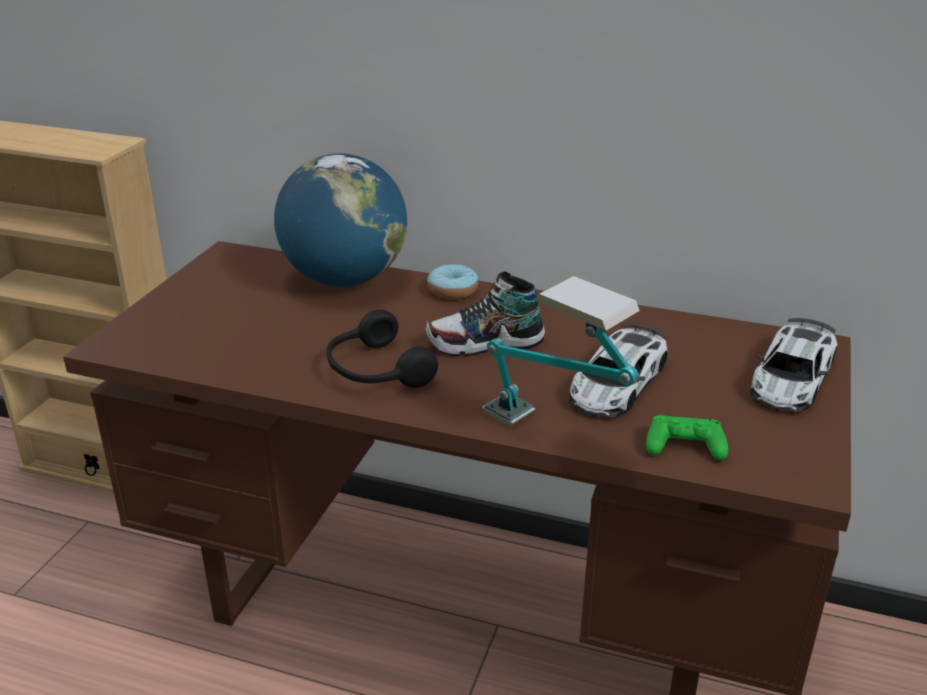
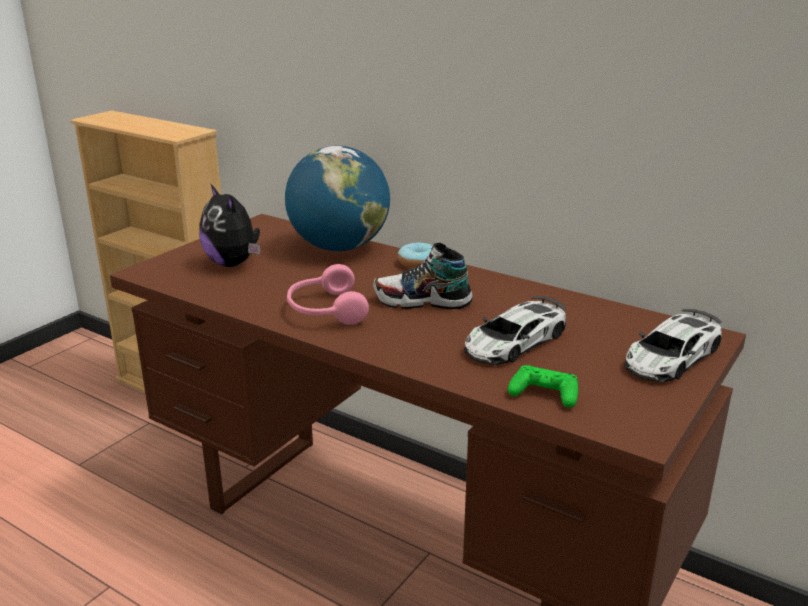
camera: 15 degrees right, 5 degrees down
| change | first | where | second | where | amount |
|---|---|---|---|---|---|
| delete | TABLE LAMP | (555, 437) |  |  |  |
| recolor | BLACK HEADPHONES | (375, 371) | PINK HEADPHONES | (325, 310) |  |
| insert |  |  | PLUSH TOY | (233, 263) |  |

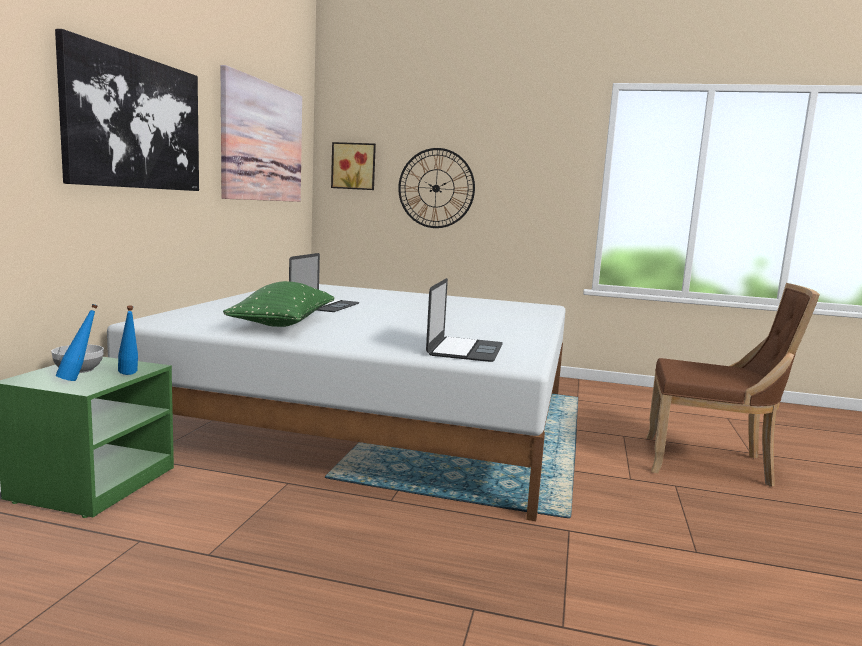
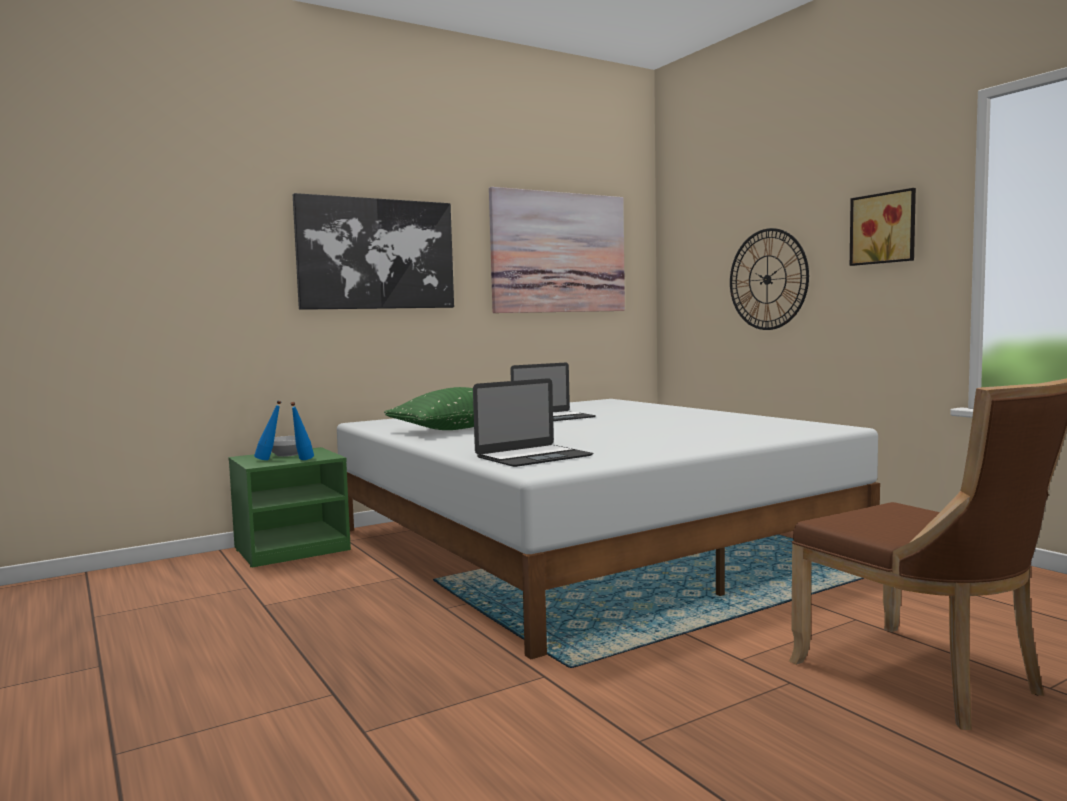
camera: 45 degrees right, 5 degrees down
| change | first | where | second | where | amount |
|---|---|---|---|---|---|
| move | PICTURE | (354, 166) |  | (884, 228) |  |

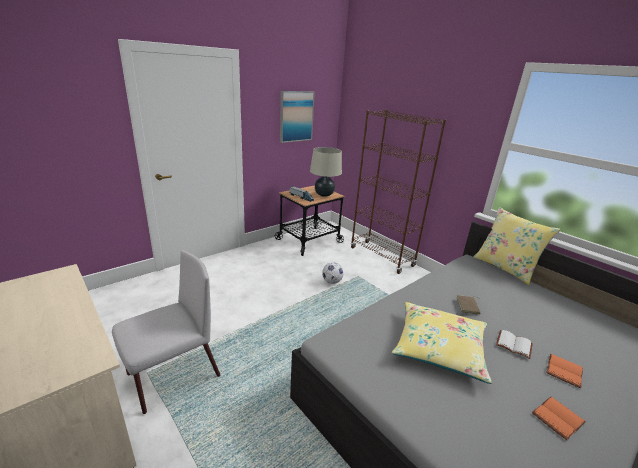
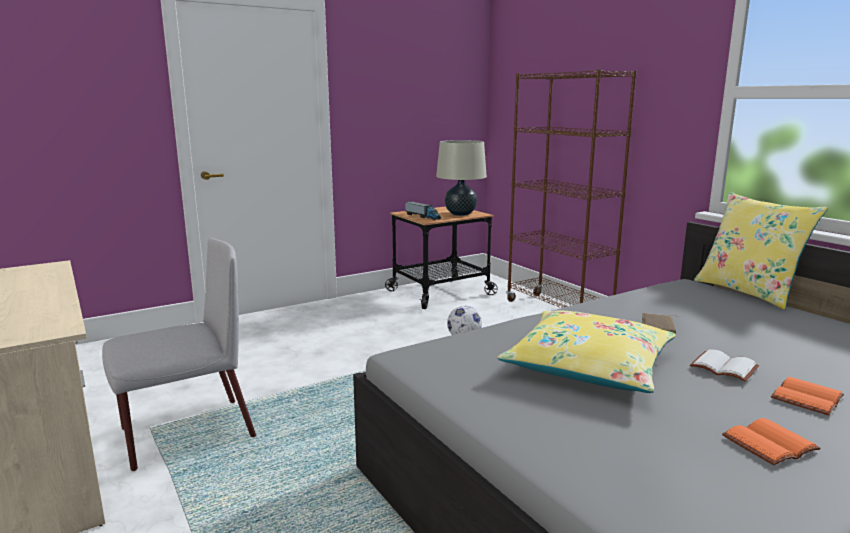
camera: 10 degrees right, 10 degrees down
| change | first | where | second | where | amount |
|---|---|---|---|---|---|
| delete | PICTURE | (296, 116) |  |  |  |

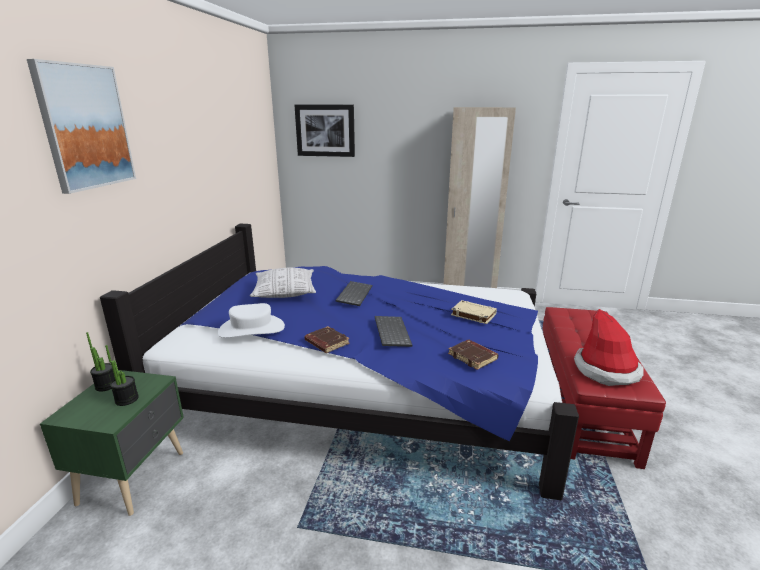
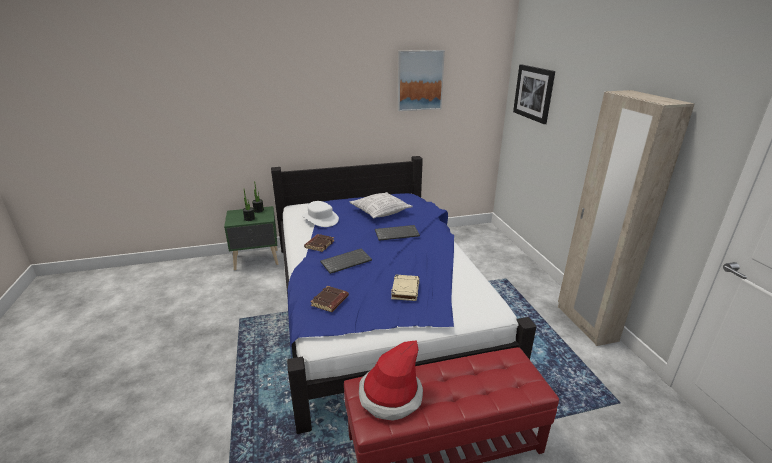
camera: 65 degrees right, 5 degrees up
| change | first | where | second | where | amount |
|---|---|---|---|---|---|
| move | PICTURE | (85, 127) |  | (420, 80) |  |

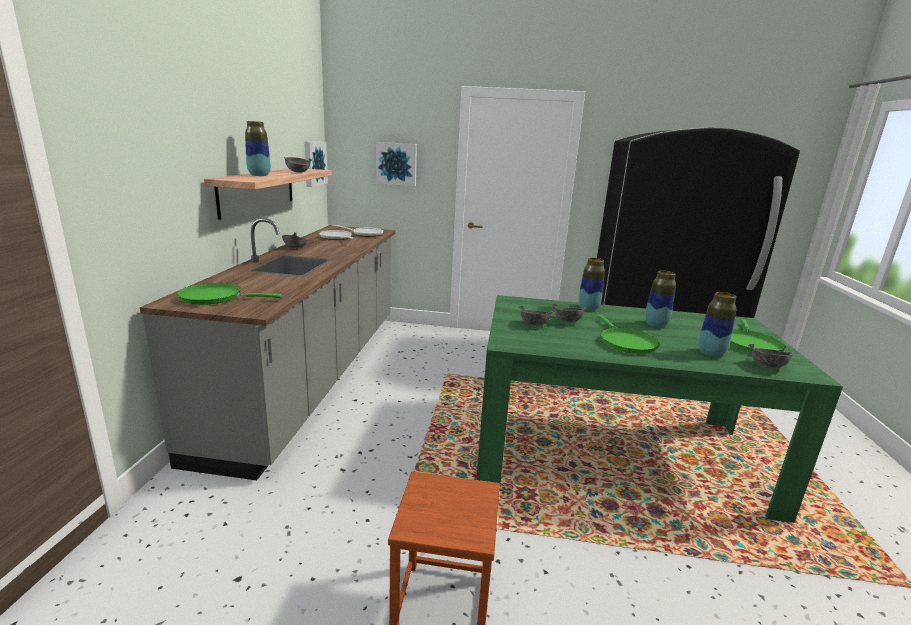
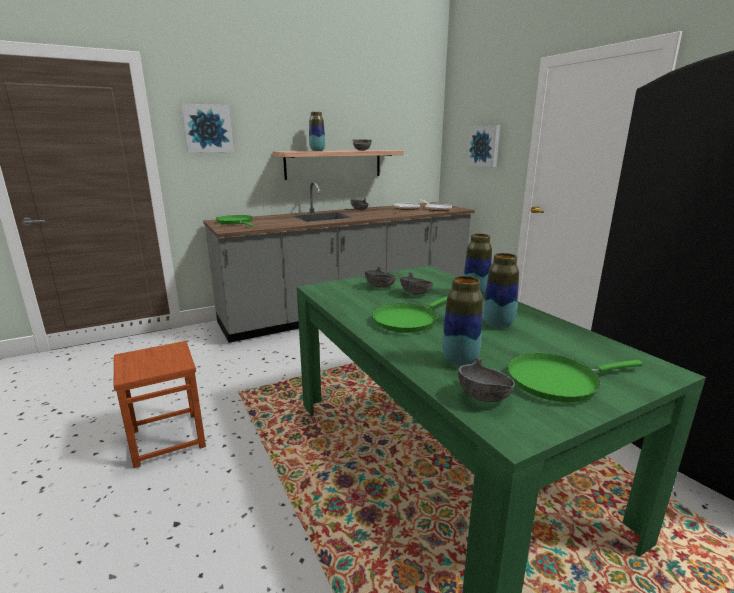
camera: 55 degrees right, 0 degrees up
| change | first | where | second | where | amount |
|---|---|---|---|---|---|
| move | PICTURE | (314, 163) |  | (207, 128) |  |

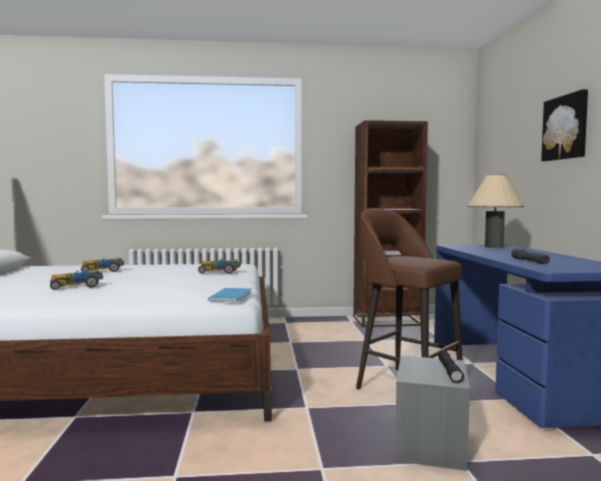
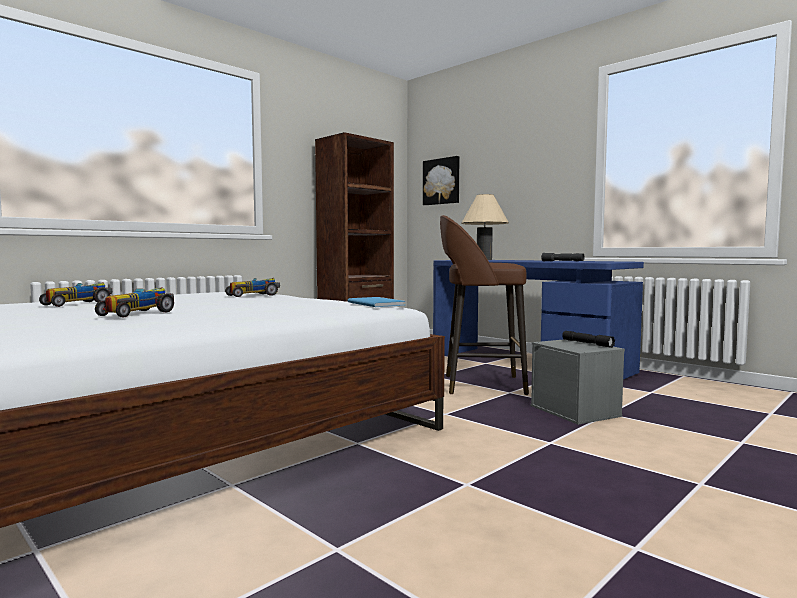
camera: 40 degrees left, 0 degrees up
| change | first | where | second | where | amount |
|---|---|---|---|---|---|
| move | PICTURE | (566, 127) |  | (442, 181) |  |

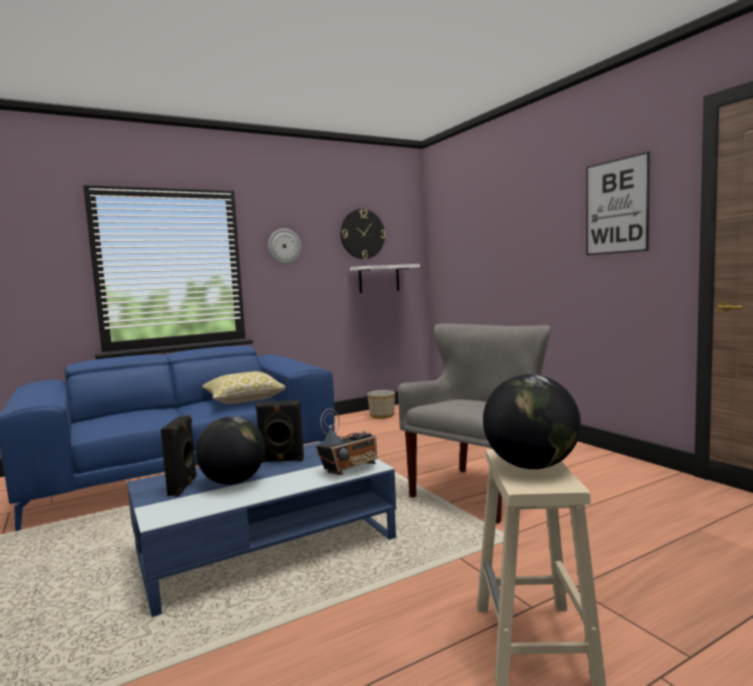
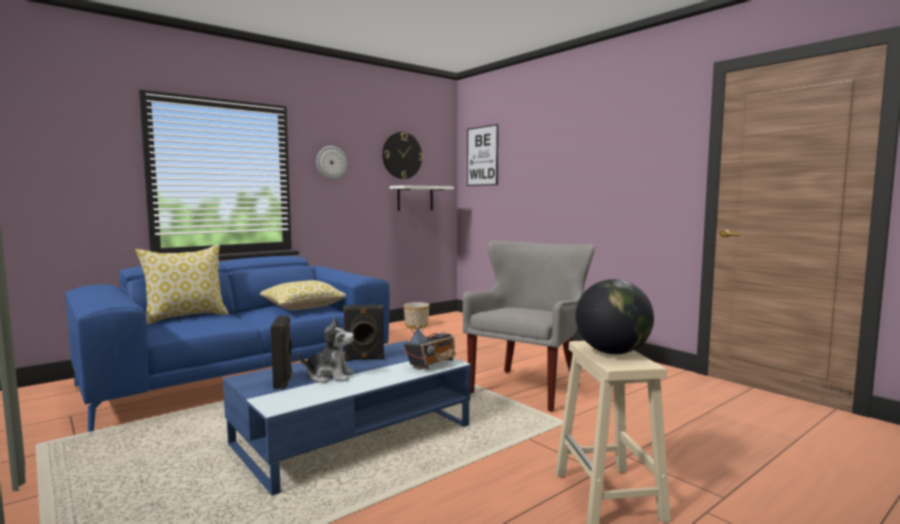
camera: 10 degrees left, 0 degrees up
| change | first | where | second | where | amount |
|---|---|---|---|---|---|
| move | PICTURE | (616, 206) |  | (482, 156) |  |
| replace | GLOBE | (233, 482) | PLUSH TOY | (329, 376) |  |
| insert |  |  | PILLOW | (186, 317) |  |

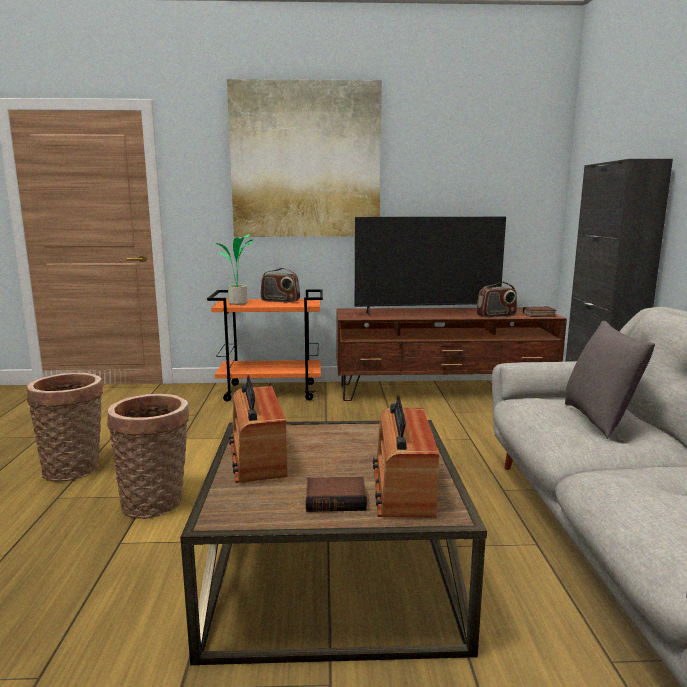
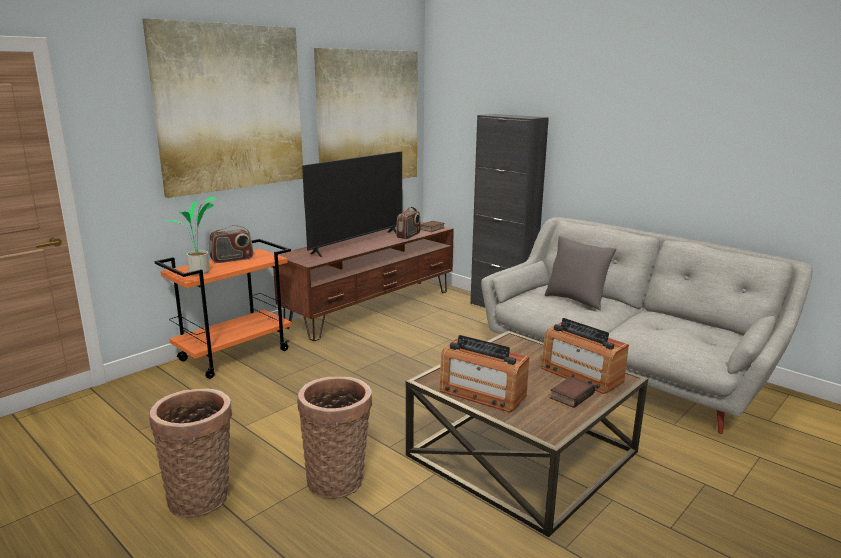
camera: 45 degrees left, 5 degrees up
| change | first | where | second | where | amount |
|---|---|---|---|---|---|
| insert |  |  | PICTURE | (368, 118) |  |

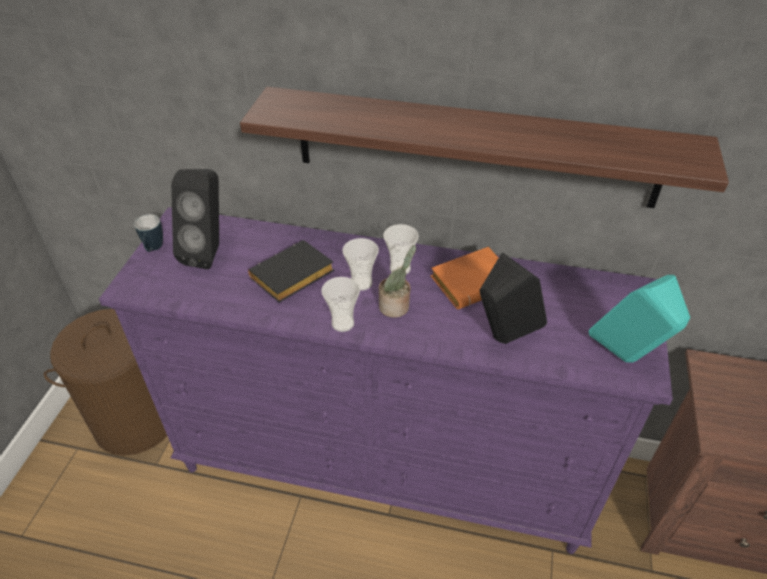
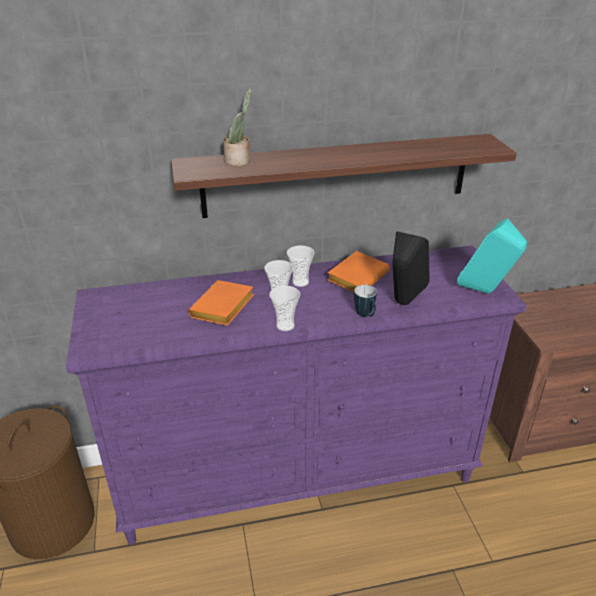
camera: 25 degrees left, 10 degrees down
| change | first | where | second | where | amount |
|---|---|---|---|---|---|
| delete | BLACK SPEAKER | (209, 252) |  |  |  |
| move | MUG | (153, 249) |  | (366, 316) |  |
| recolor | BLACK BOOK | (291, 278) | ORANGE BOOK | (223, 309) |  |
| move | POTTED PLANT | (396, 307) |  | (239, 161) |  |

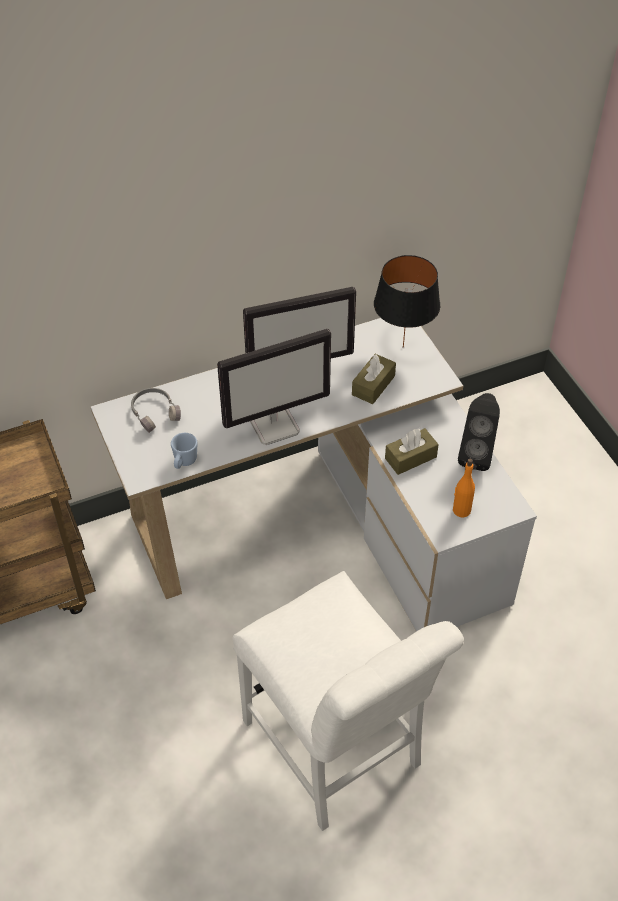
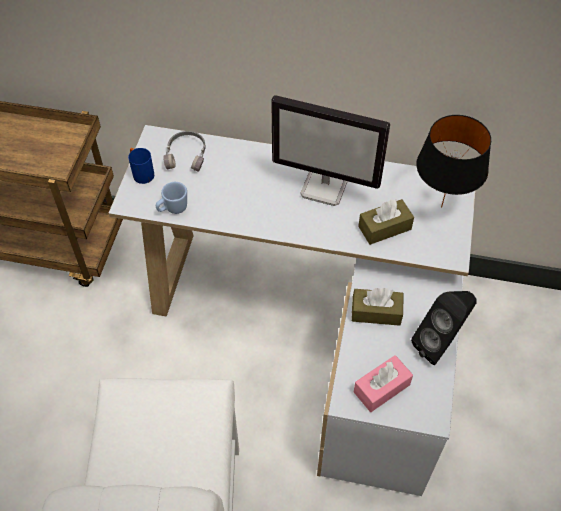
camera: 35 degrees right, 5 degrees up
| change | first | where | second | where | amount |
|---|---|---|---|---|---|
| delete | MONITOR | (275, 425) |  |  |  |
| replace | ORANGE BOTTLE | (461, 510) | PINK TISSUE BOX | (381, 388) |  |
| insert |  |  | BLUE MUG | (141, 173) |  |

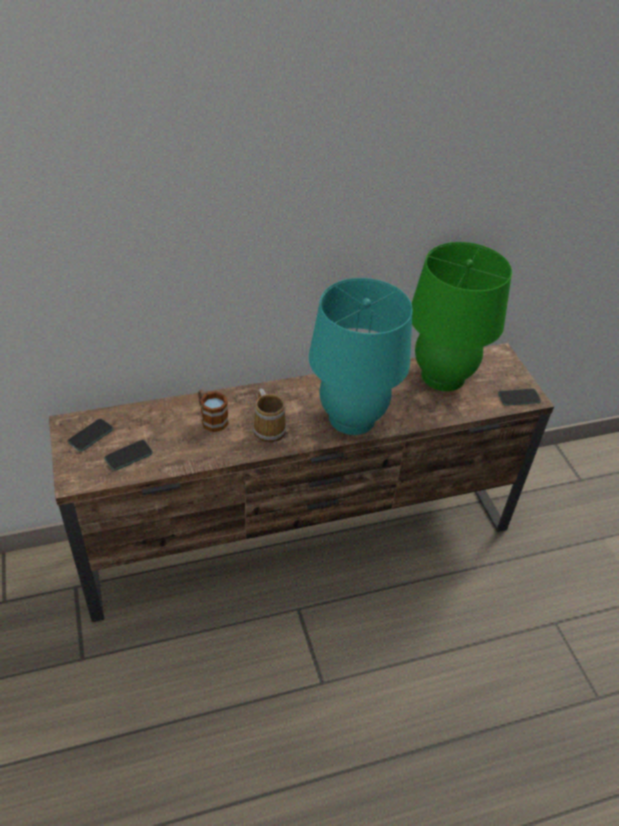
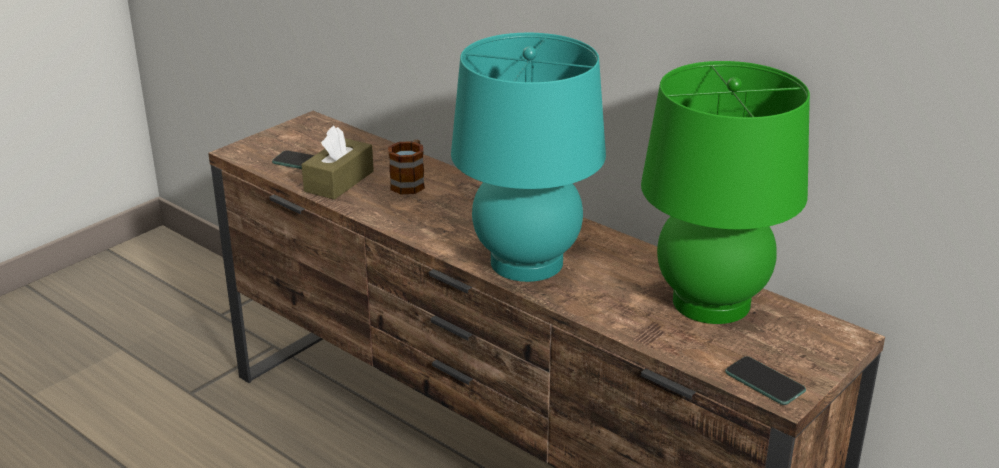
camera: 60 degrees right, 15 degrees down
| change | first | where | second | where | amount |
|---|---|---|---|---|---|
| delete | MUG | (269, 428) |  |  |  |
| delete | PHONE | (91, 435) |  |  |  |
| insert |  |  | BROWN TISSUE BOX | (339, 181) |  |

